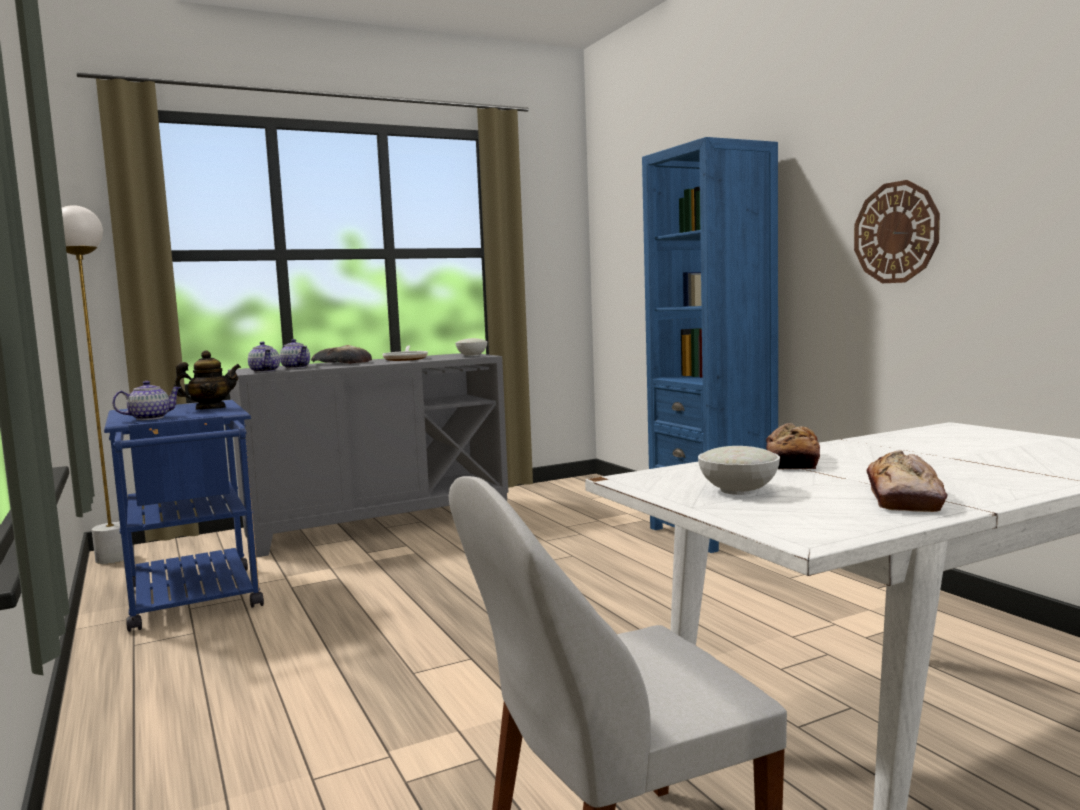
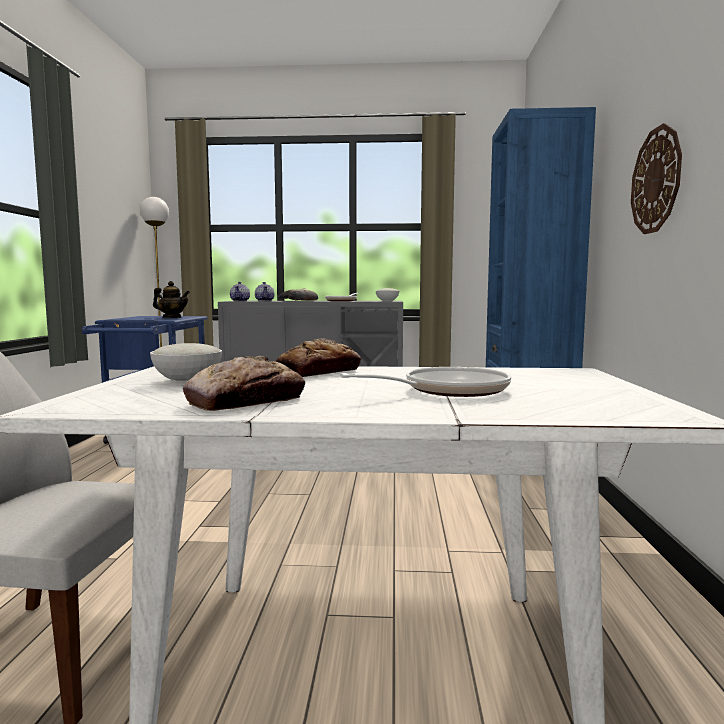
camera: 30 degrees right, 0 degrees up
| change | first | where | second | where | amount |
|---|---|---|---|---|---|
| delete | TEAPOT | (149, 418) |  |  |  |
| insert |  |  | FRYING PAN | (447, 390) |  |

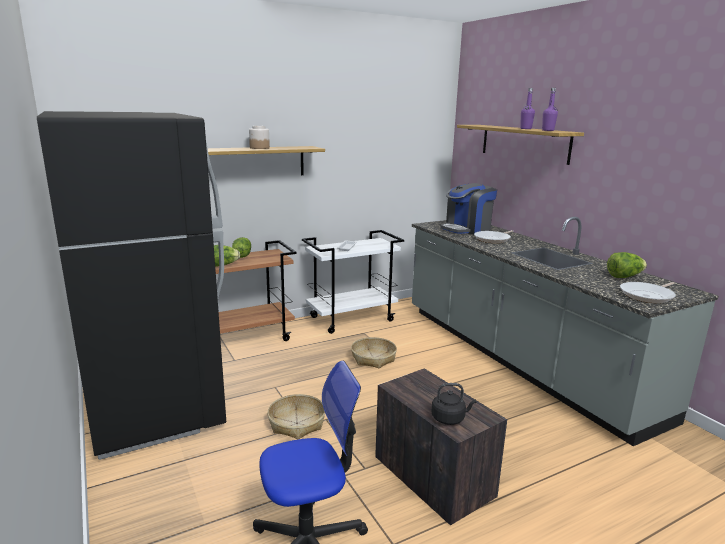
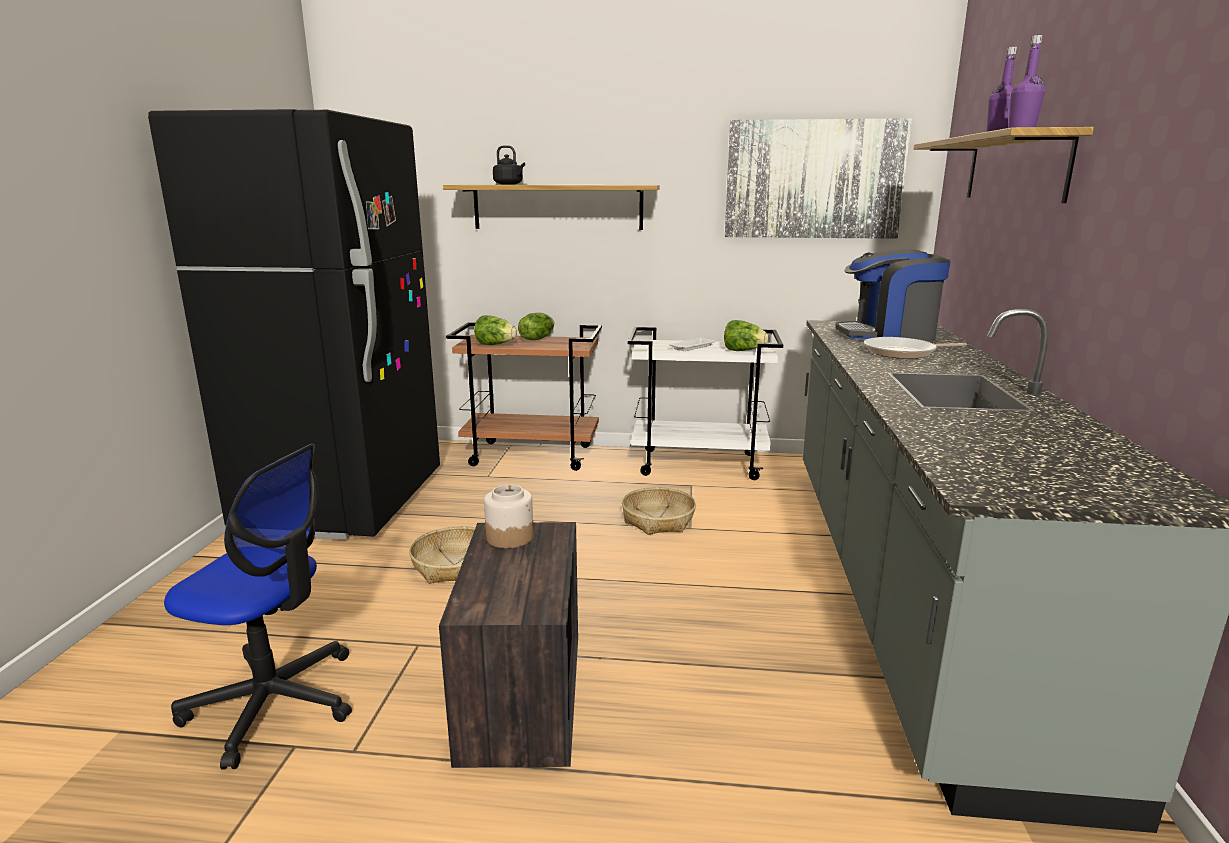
camera: 35 degrees right, 0 degrees up
| change | first | where | second | where | amount |
|---|---|---|---|---|---|
| move | JAR | (259, 148) |  | (510, 537) |  |
| move | LETTUCE | (624, 277) |  | (743, 351) |  |
| delete | FRYING PAN | (648, 295) |  |  |  |
| move | BLACK KETTLE | (450, 418) |  | (509, 184) |  |
| insert |  |  | PICTURE | (814, 180) |  |

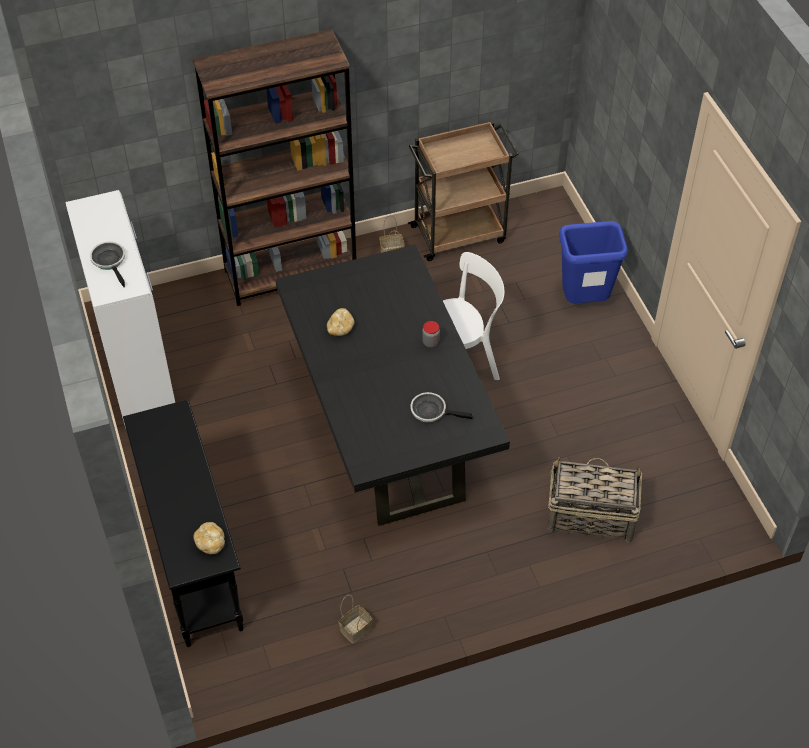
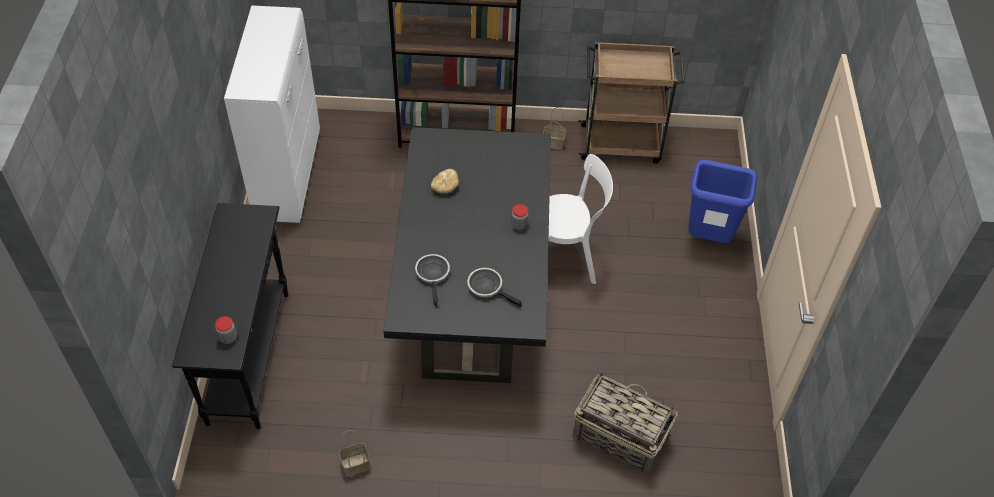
camera: 20 degrees right, 0 degrees up
| change | first | where | second | where | amount |
|---|---|---|---|---|---|
| move | FRYING PAN | (110, 261) |  | (433, 275) |  |
| replace | BREAD | (210, 542) | JAR | (228, 338) |  |

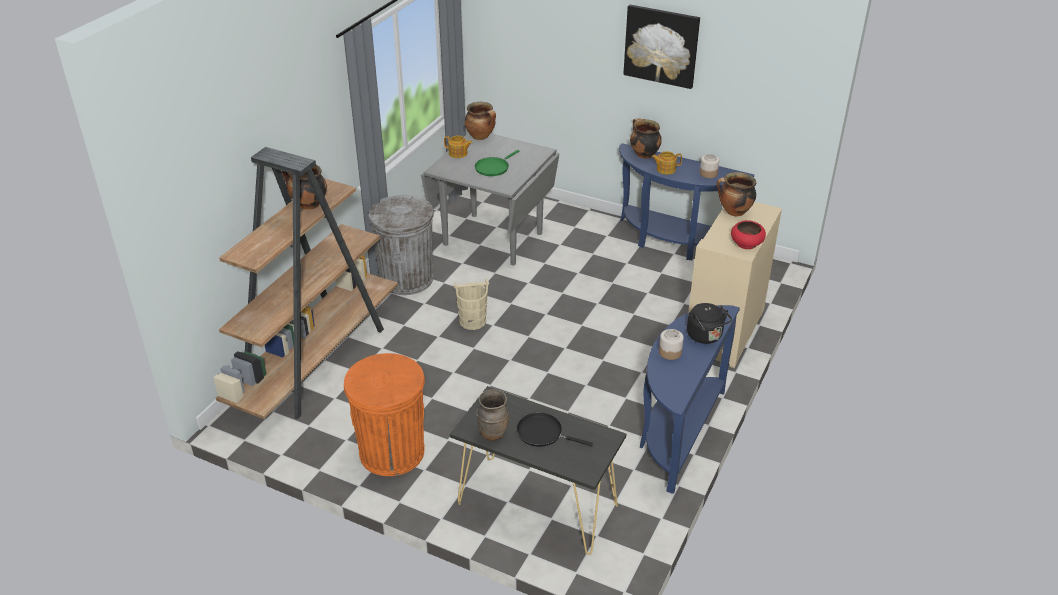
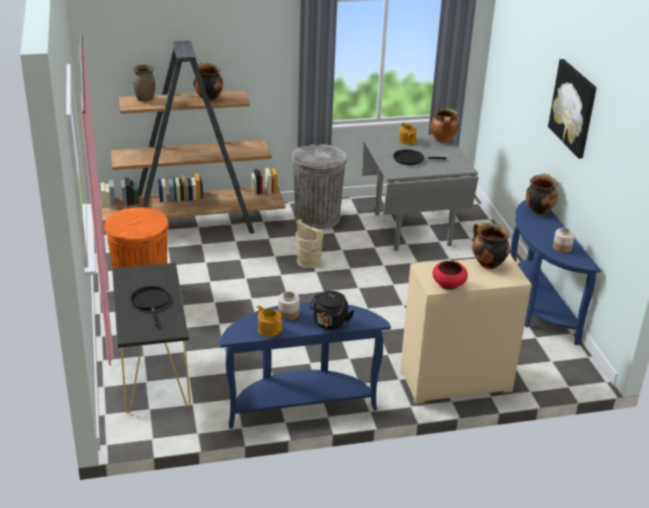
camera: 50 degrees right, 5 degrees down
| change | first | where | second | where | amount |
|---|---|---|---|---|---|
| recolor | GREEN FRYING PAN | (493, 168) | BLACK FRYING PAN | (411, 159) |  |
| move | TEAPOT | (665, 169) |  | (269, 329) |  |
| move | BROWN VASE | (493, 433) |  | (145, 99) |  |

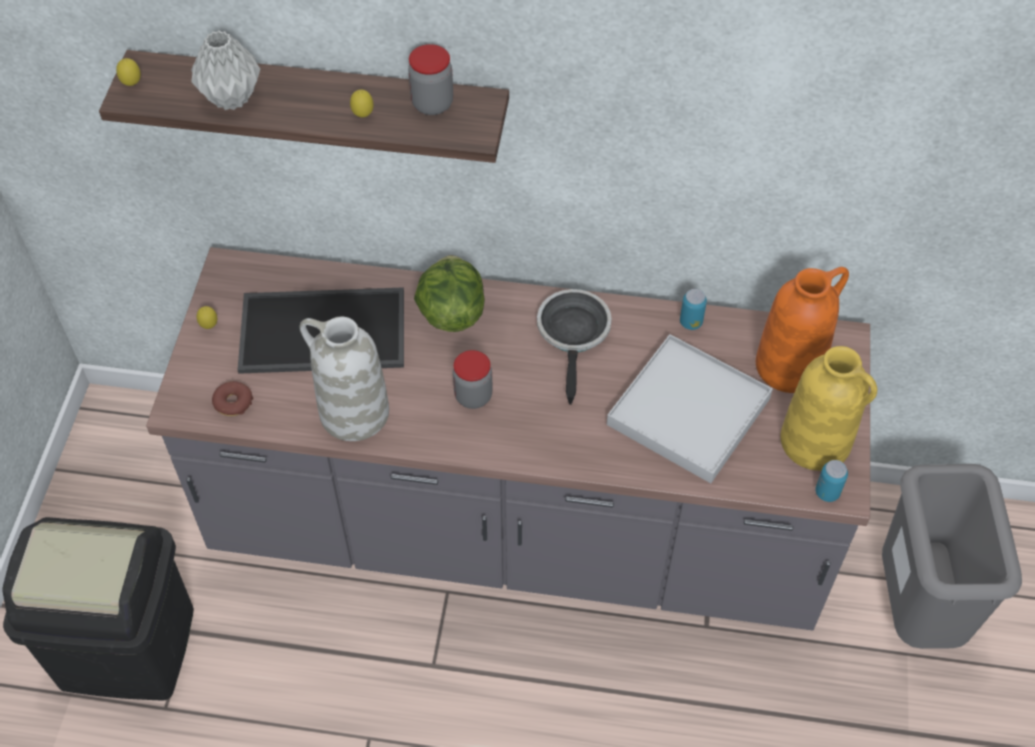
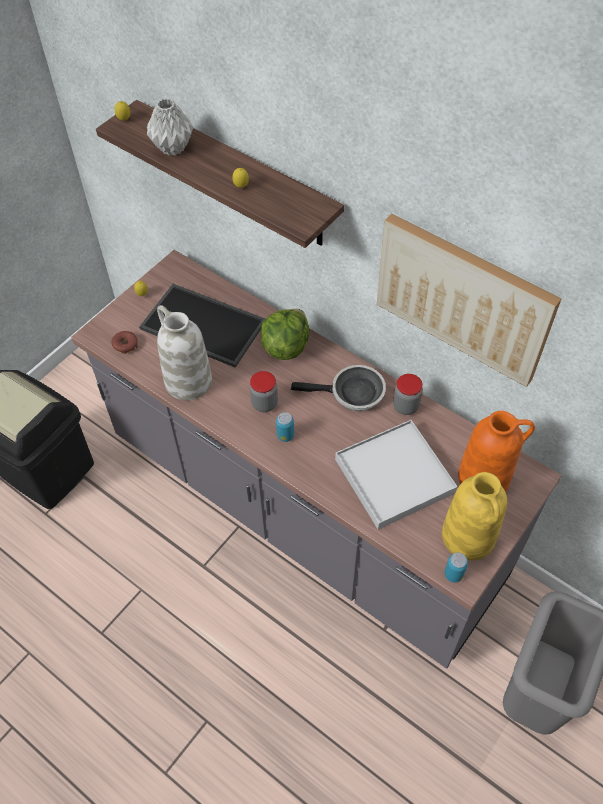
camera: 30 degrees right, 0 degrees up
| change | first | where | second | where | amount |
|---|---|---|---|---|---|
| move | JAR | (432, 104) |  | (406, 406) |  |
| rotate | FRYING PAN | (574, 335) |  | (352, 393) | 60 degrees clockwise |
| move | CAN | (691, 322) |  | (285, 435) |  |
| insert |  |  | PICTURE | (463, 298) |  |

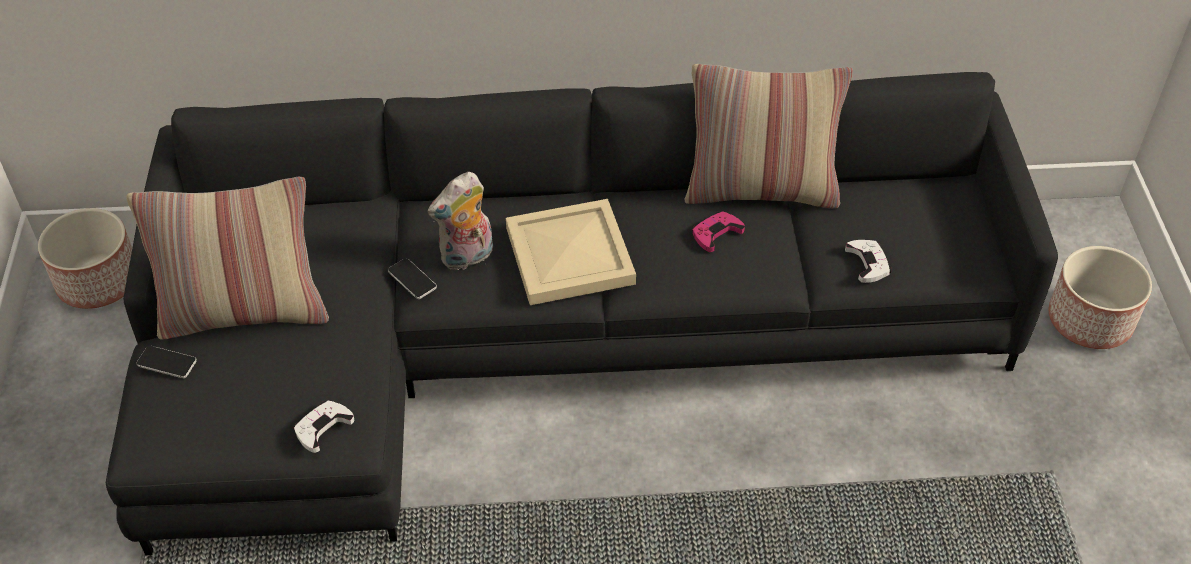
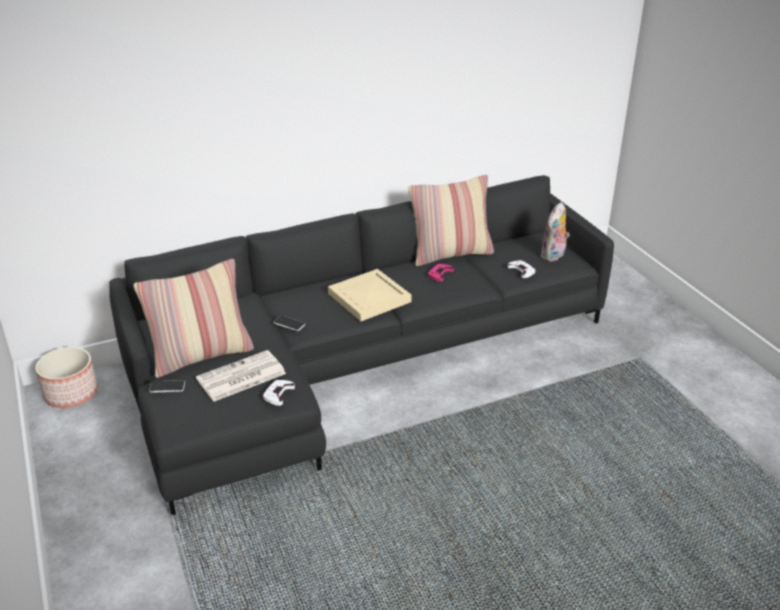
camera: 20 degrees left, 15 degrees down
| change | first | where | second | where | amount |
|---|---|---|---|---|---|
| move | PLUSH TOY | (467, 257) |  | (553, 256) |  |
| delete | PLANTER | (1090, 320) |  |  |  |
| insert |  |  | NEWSPAPER | (240, 377) |  |

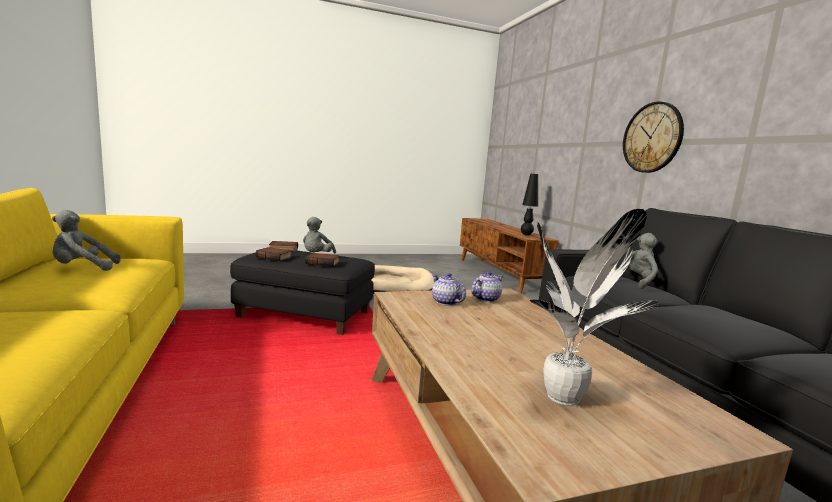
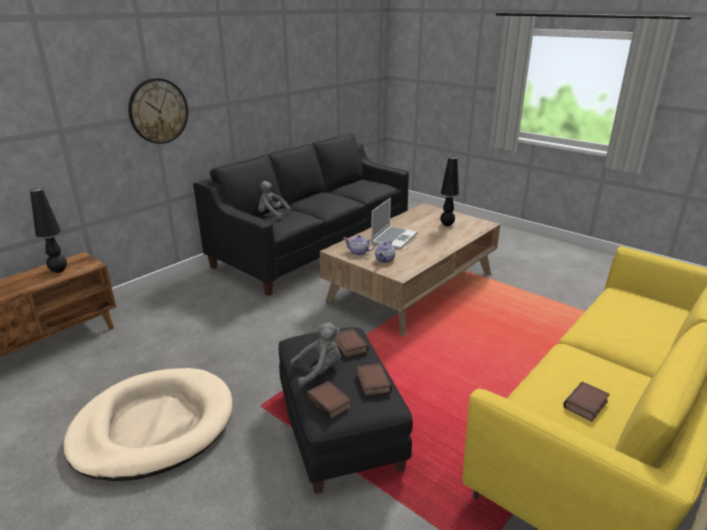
camera: 120 degrees left, 15 degrees up
| change | first | where | second | where | amount |
|---|---|---|---|---|---|
| replace | POTTED PLANT | (564, 400) | BLACK TABLE LAMP | (447, 225) |  |
| replace | GREY PLUSH TOY | (83, 268) | BOOK | (586, 405) |  |
| insert |  |  | LAPTOP | (393, 238) |  |

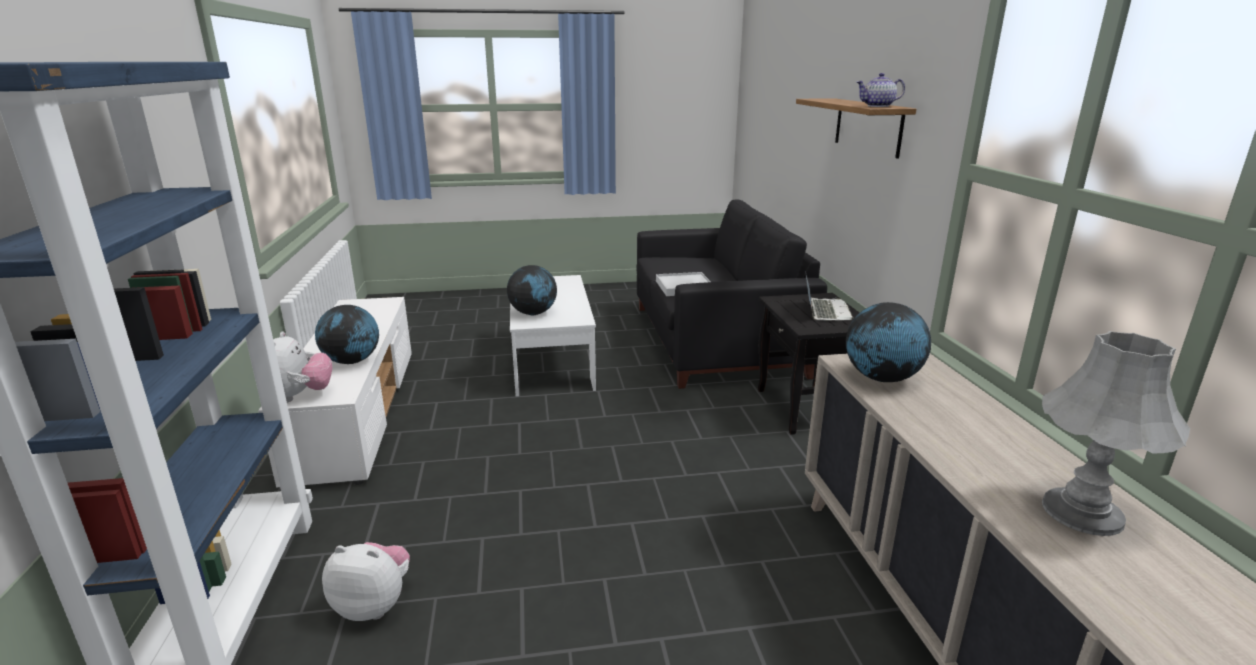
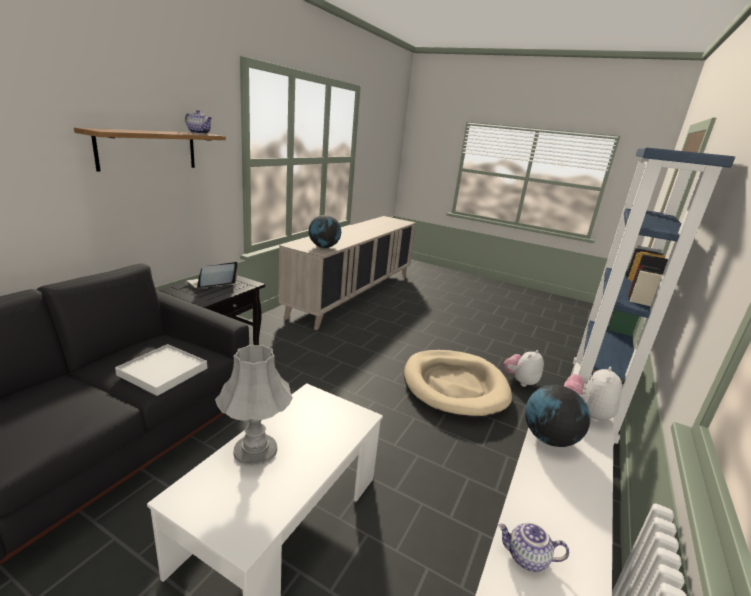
camera: 145 degrees left, 0 degrees up
| change | first | where | second | where | amount |
|---|---|---|---|---|---|
| delete | GLOBE | (533, 313) |  |  |  |
| move | GREY TABLE LAMP | (1083, 513) |  | (255, 450) |  |
| rotate | PLUSH TOY | (374, 605) |  | (520, 381) | 90 degrees clockwise |
| insert |  |  | BEIGE DOG BED | (454, 386) |  |
| insert |  |  | TEAPOT | (526, 558) |  |

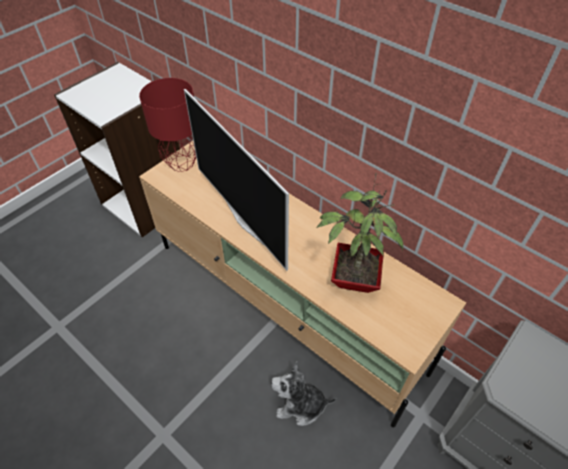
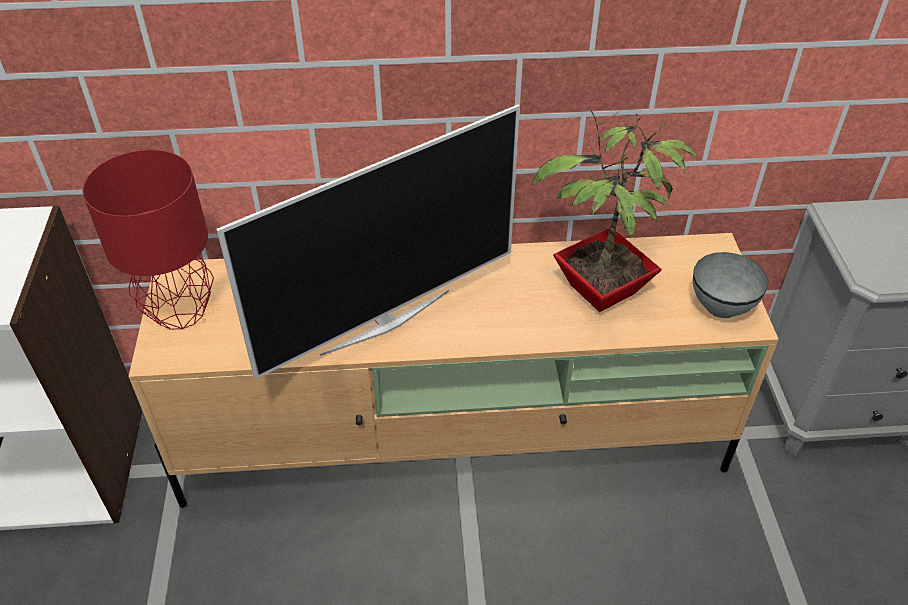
camera: 45 degrees left, 5 degrees down
| change | first | where | second | where | amount |
|---|---|---|---|---|---|
| rotate | TELEVISION | (246, 221) |  | (385, 321) | 45 degrees counterclockwise |
| delete | PLUSH TOY | (300, 405) |  |  |  |
| insert |  |  | GREY BOWL | (720, 306) |  |

